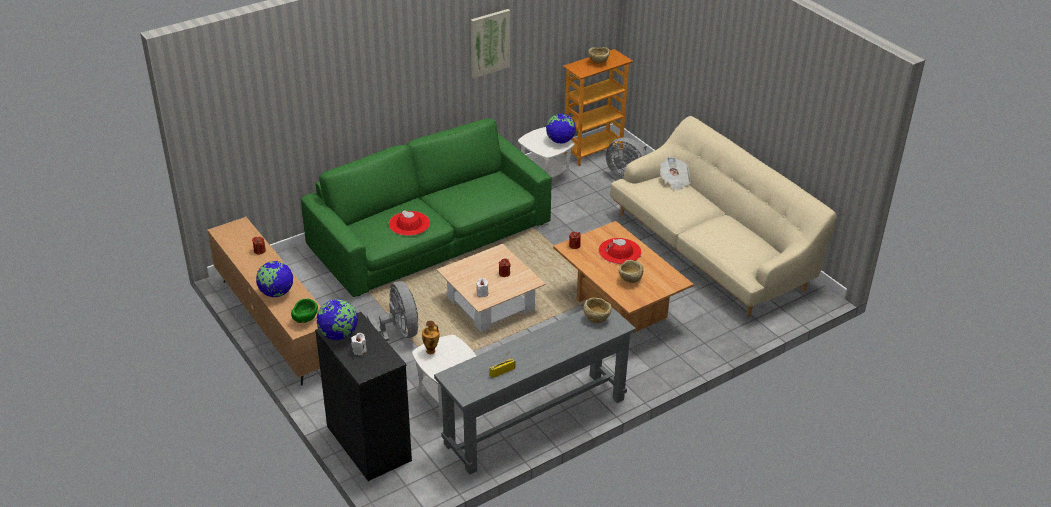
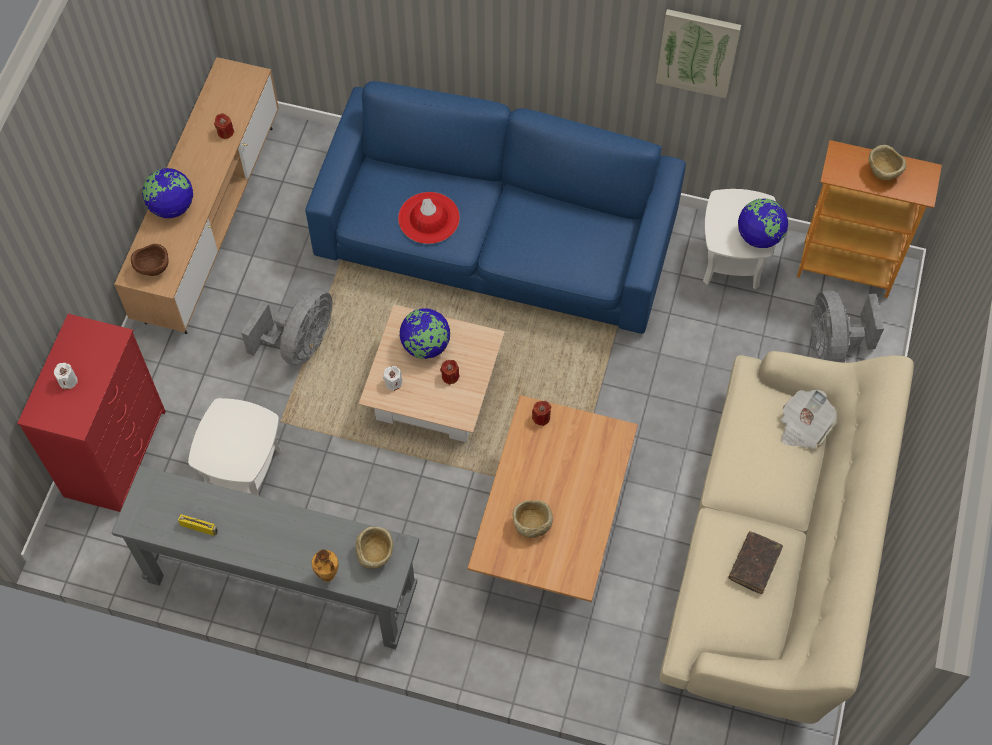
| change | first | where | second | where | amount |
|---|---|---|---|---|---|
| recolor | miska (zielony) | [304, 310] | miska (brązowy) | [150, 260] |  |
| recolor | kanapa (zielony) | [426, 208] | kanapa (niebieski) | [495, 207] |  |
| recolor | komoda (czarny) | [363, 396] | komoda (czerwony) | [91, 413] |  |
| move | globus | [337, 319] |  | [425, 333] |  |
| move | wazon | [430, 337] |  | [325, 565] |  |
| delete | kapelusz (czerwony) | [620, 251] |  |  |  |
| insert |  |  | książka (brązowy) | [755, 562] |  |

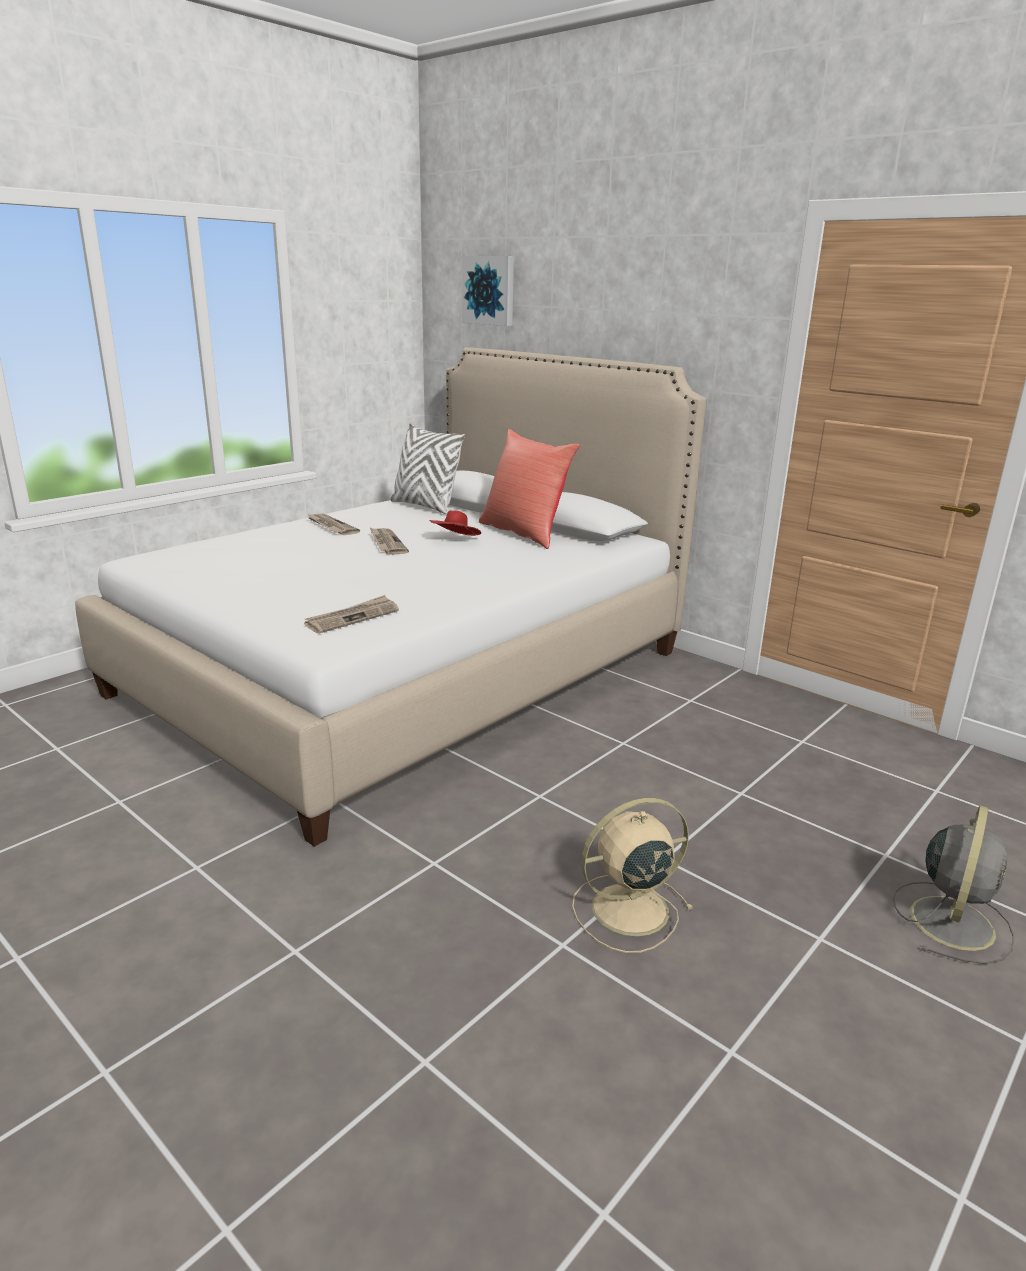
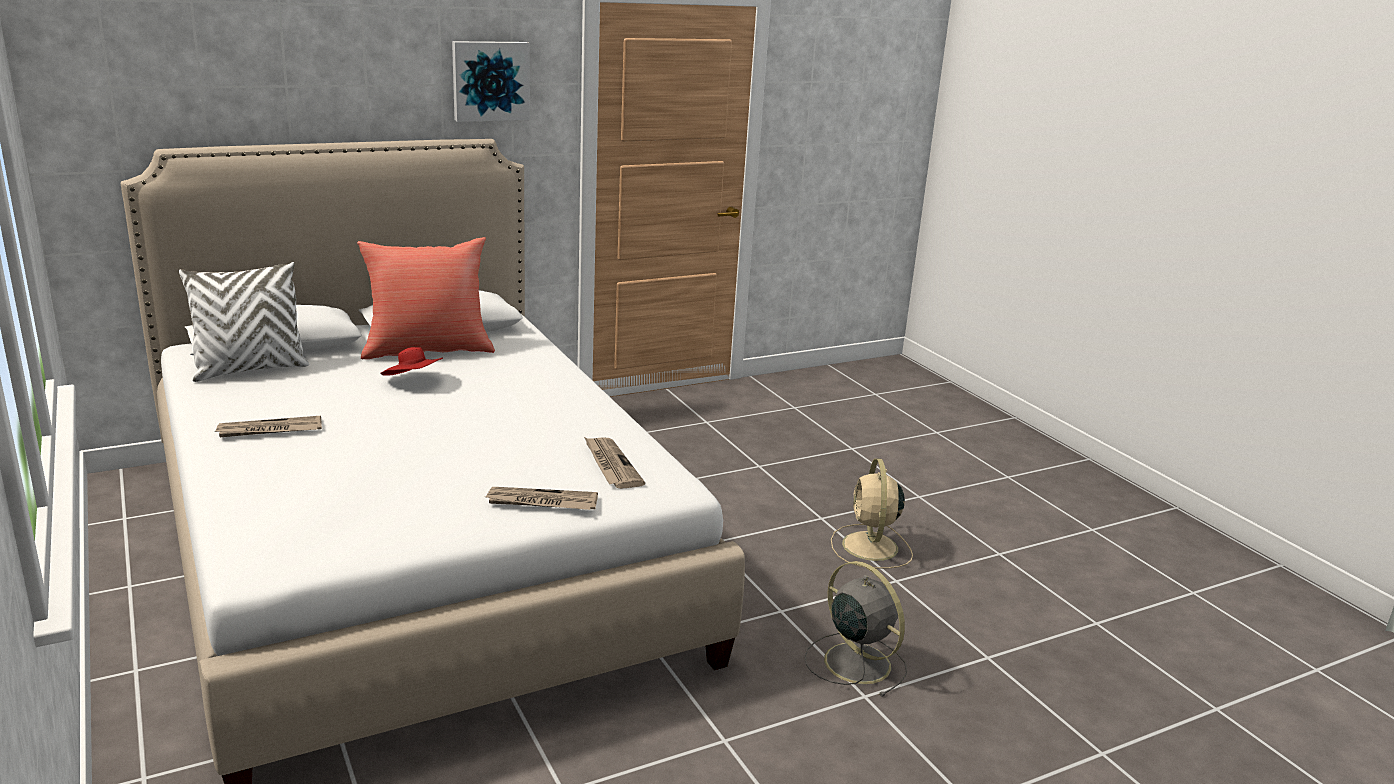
| change | first | where | second | where | amount |
|---|---|---|---|---|---|
| move | gazeta | [389, 541] |  | [542, 498] |  |
| move | obraz | [488, 291] |  | [491, 81] |  |
| move | wentylator (szary) | [954, 885] |  | [856, 629] |  |

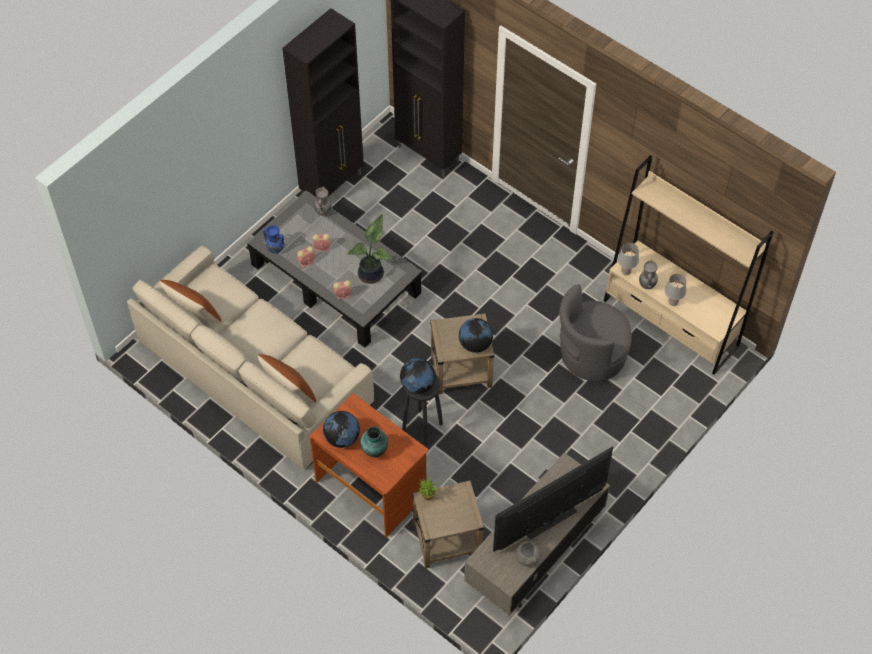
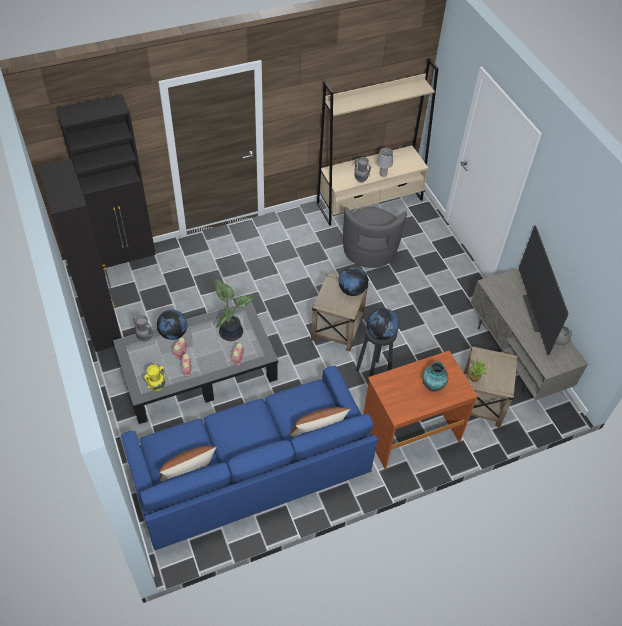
| change | first | where | second | where | amount |
|---|---|---|---|---|---|
| recolor | kanapa (beżowy) | [250, 358] | kanapa (niebieski) | [249, 458] |  |
| recolor | wazon (niebieski) | [274, 239] | wazon (żółty) | [154, 378] |  |
| move | globus | [341, 429] |  | [172, 325] |  |
| delete | lampa stołowa (szary) | [628, 259] |  |  |  |

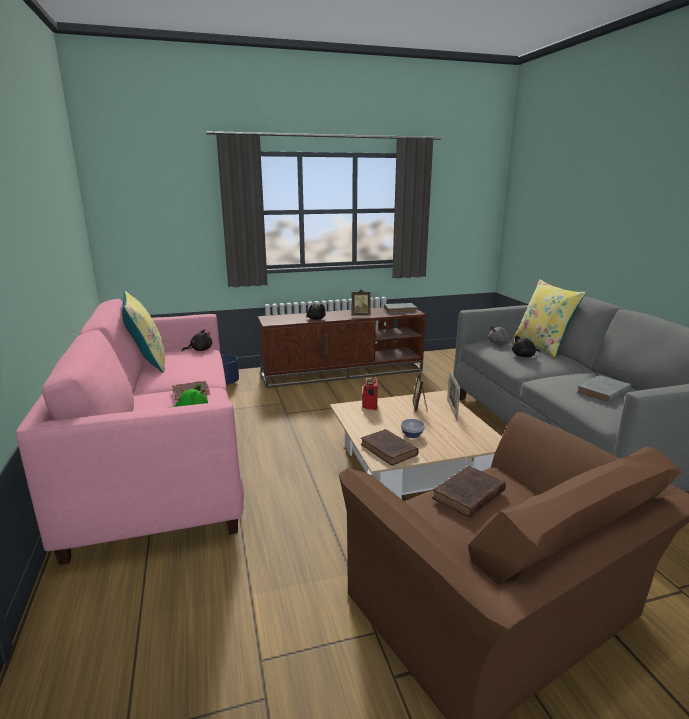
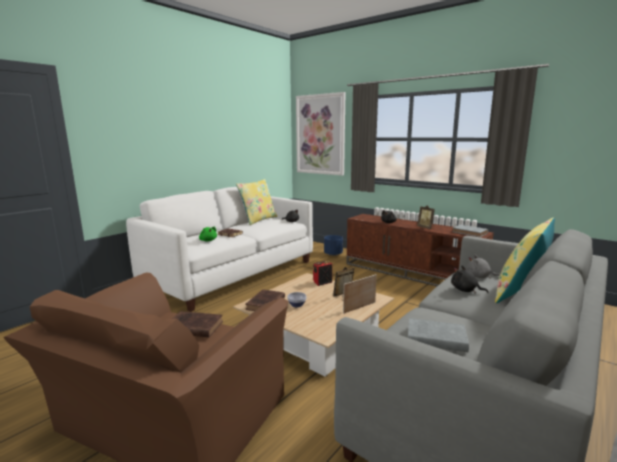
| change | first | where | second | where | amount |
|---|---|---|---|---|---|
| recolor | kanapa (różowy) | [130, 432] | kanapa (biały) | [219, 248] |  |
| insert |  |  | obraz | [321, 134] |  |

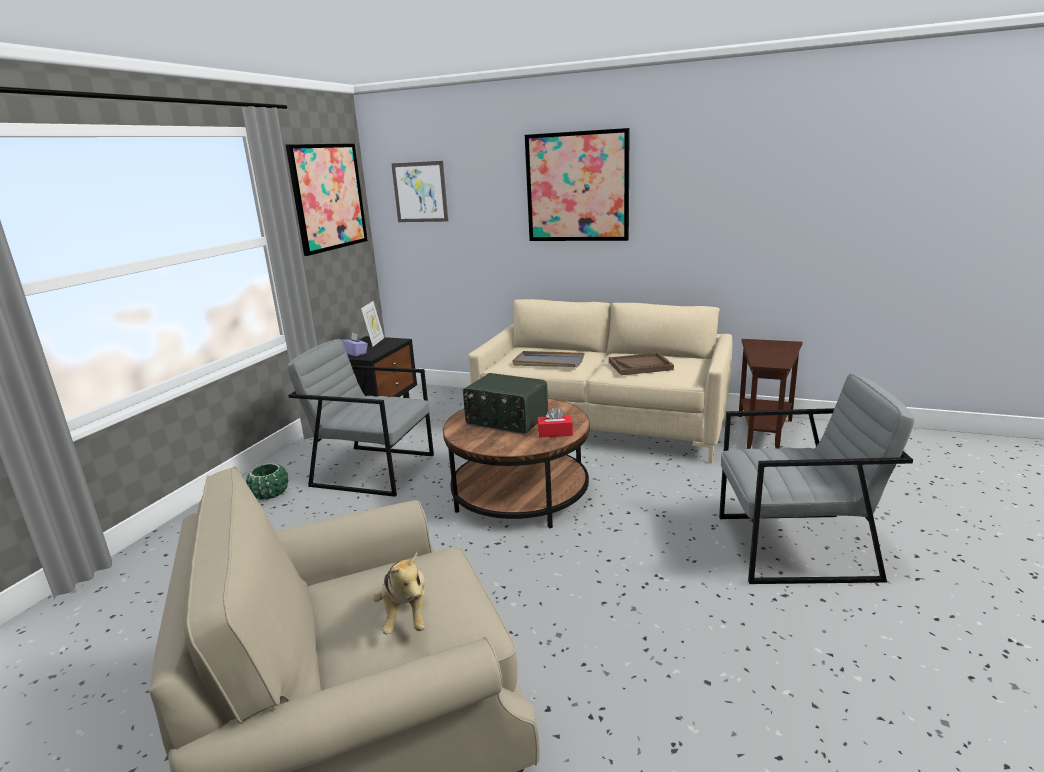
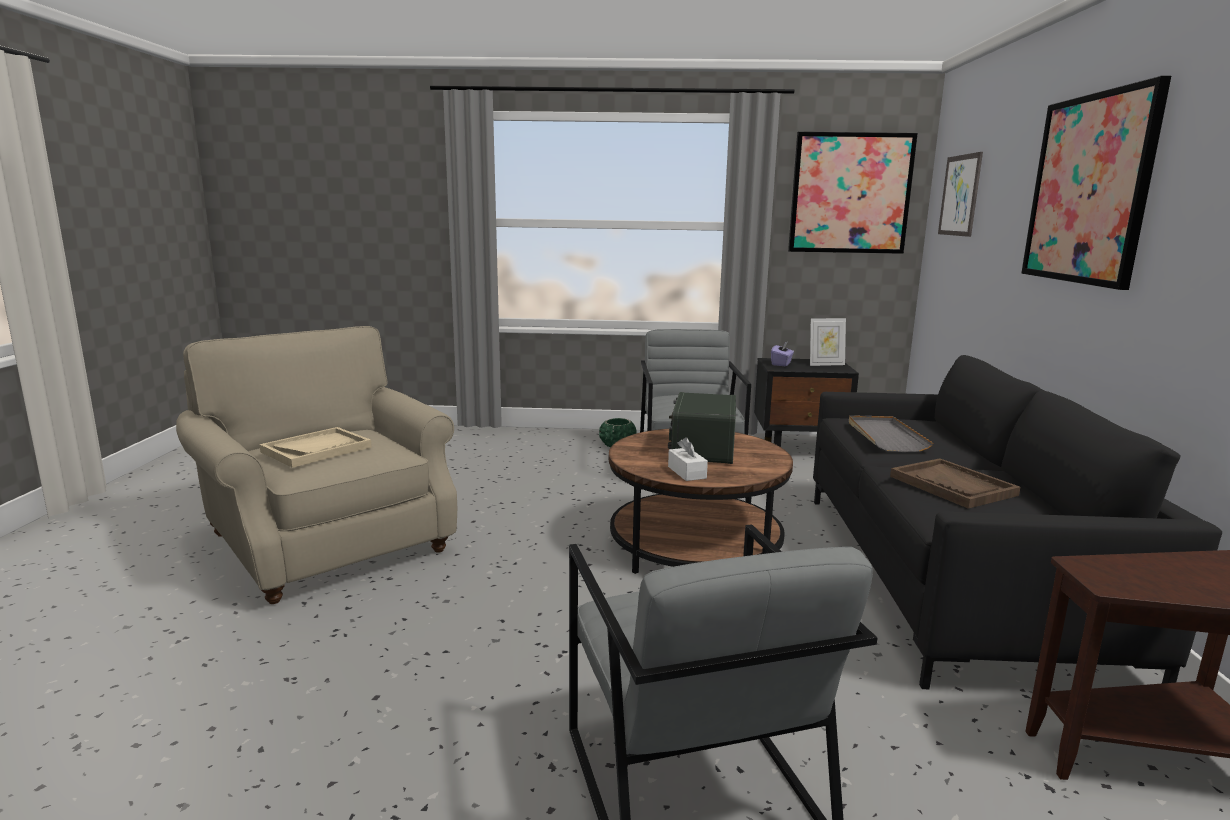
| change | first | where | second | where | amount |
|---|---|---|---|---|---|
| replace | pluszak | [399, 593] | taca (beżowy) | [316, 447] |  |
| recolor | kanapa (beżowy) | [600, 381] | kanapa (czarny) | [1017, 522] |  |
| recolor | pudełko chusteczek (czerwony) | [555, 422] | pudełko chusteczek (biały) | [688, 459] |  |

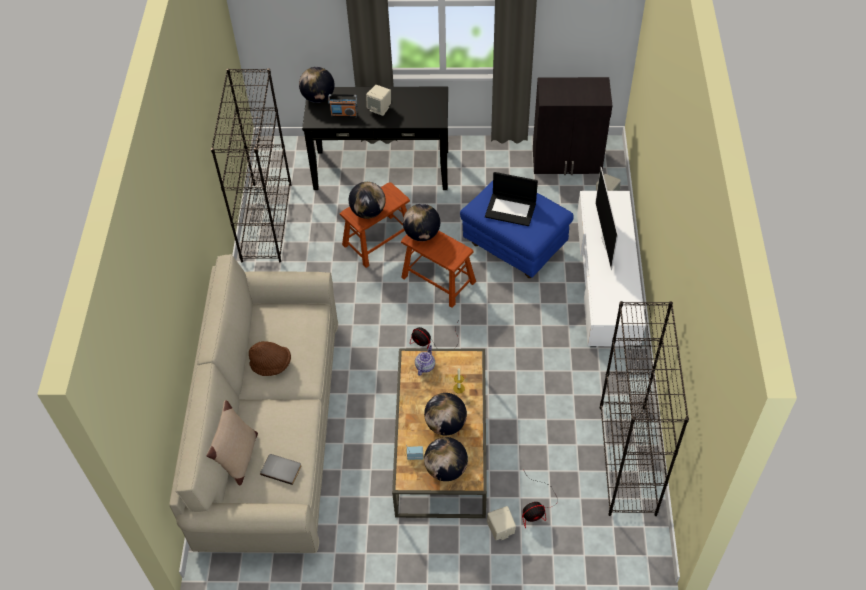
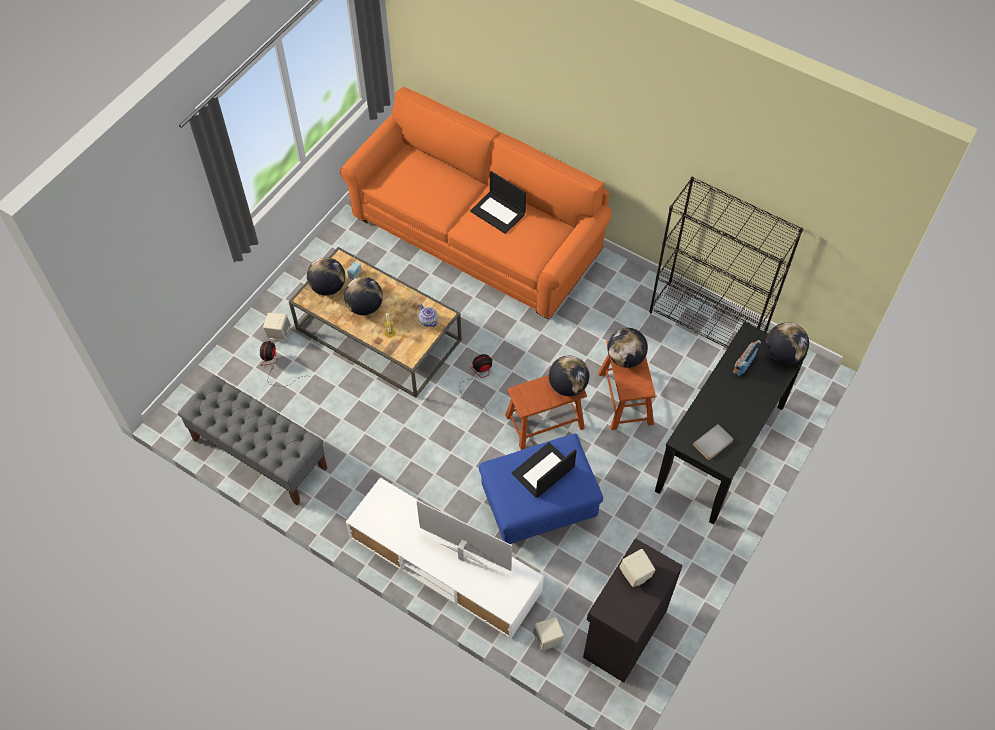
| change | first | where | second | where | amount |
|---|---|---|---|---|---|
| recolor | kanapa (beżowy) | [253, 403] | kanapa (pomarańczowy) | [476, 202] |  |
| delete | poduszka (beżowy) | [232, 443] |  |  |  |
| replace | kapelusz (brązowy) | [270, 358] | laptop | [498, 202] |  |
| move | książka (szary) | [280, 469] |  | [713, 442] |  |
| move | głośnik (beżowy) | [378, 100] |  | [637, 568] |  |
| replace | regał (czarny) | [644, 408] | ławka (szary) | [252, 439] |  |

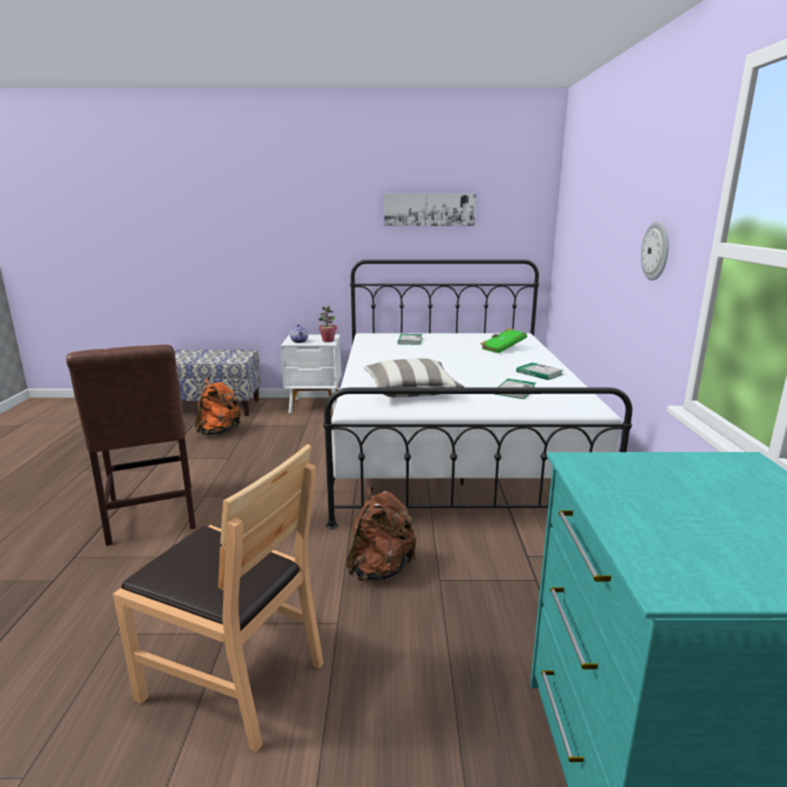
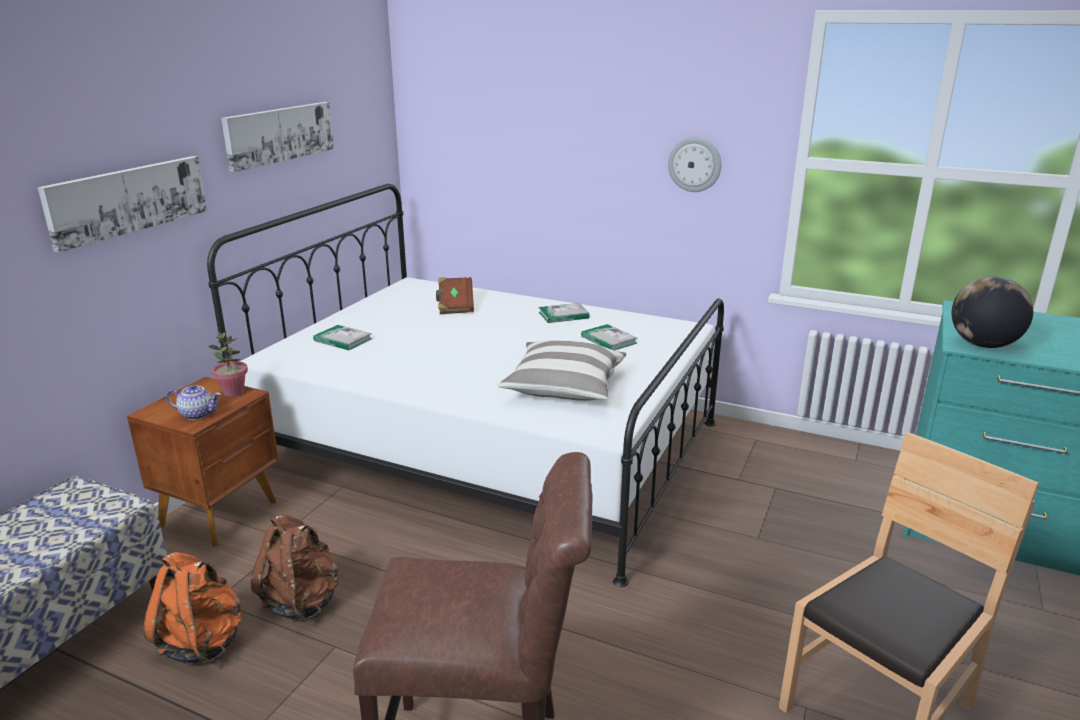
| change | first | where | second | where | amount |
|---|---|---|---|---|---|
| recolor | szafka nocna (biały) | [311, 373] | szafka nocna (brązowy) | [203, 462] |  |
| move | plecak (brązowy) | [381, 533] |  | [294, 567] |  |
| recolor | książka (zielony) | [504, 340] | książka (brązowy) | [455, 295] |  |
| insert |  |  | obraz | [122, 204] |  |
| insert |  |  | globus | [992, 312] |  |

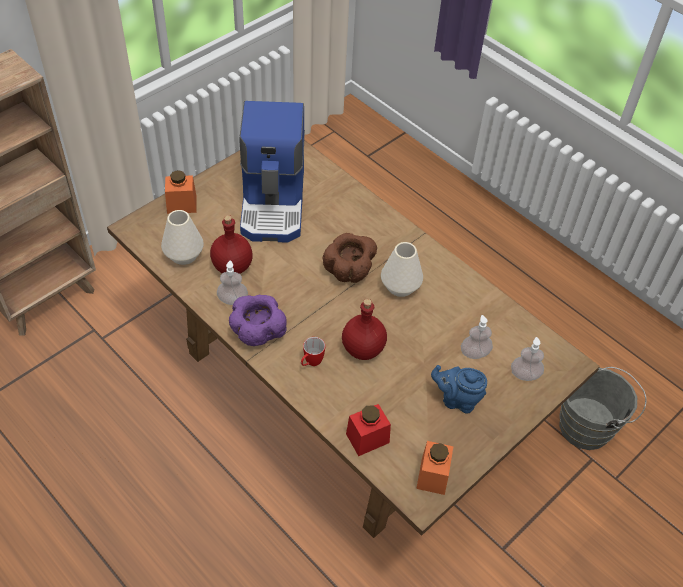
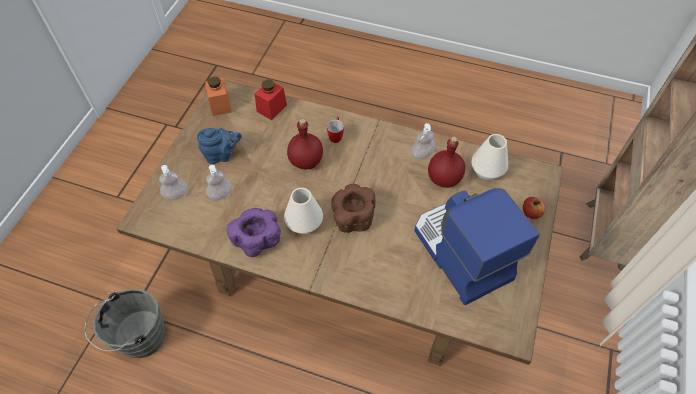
| change | first | where | second | where | amount |
|---|---|---|---|---|---|
| replace | słoik (pomarańczowy) | [181, 192] | jabłko | [534, 208] |  |
| move | miska (fioletowy) | [258, 320] |  | [254, 232] |  |

